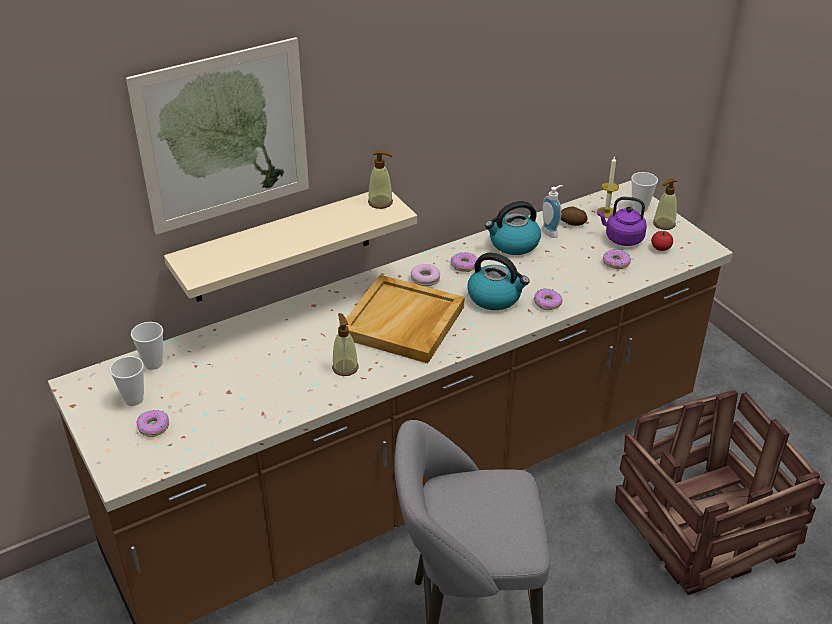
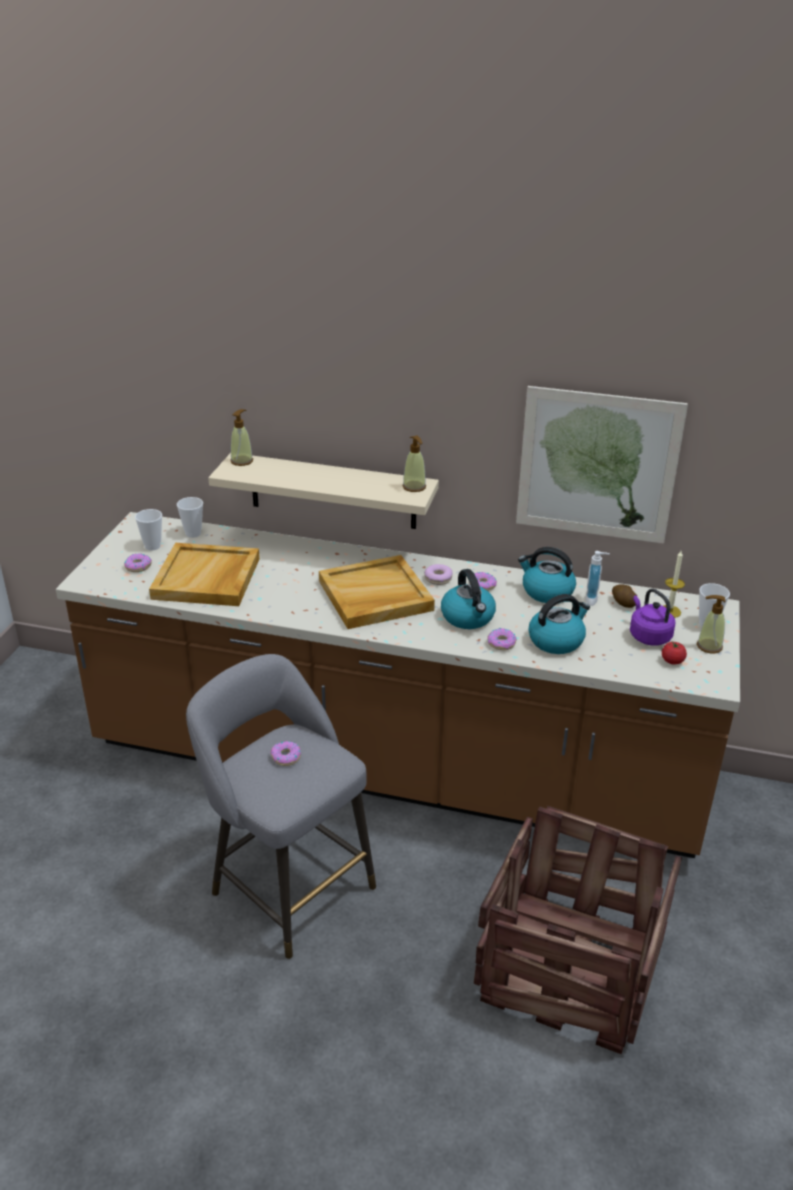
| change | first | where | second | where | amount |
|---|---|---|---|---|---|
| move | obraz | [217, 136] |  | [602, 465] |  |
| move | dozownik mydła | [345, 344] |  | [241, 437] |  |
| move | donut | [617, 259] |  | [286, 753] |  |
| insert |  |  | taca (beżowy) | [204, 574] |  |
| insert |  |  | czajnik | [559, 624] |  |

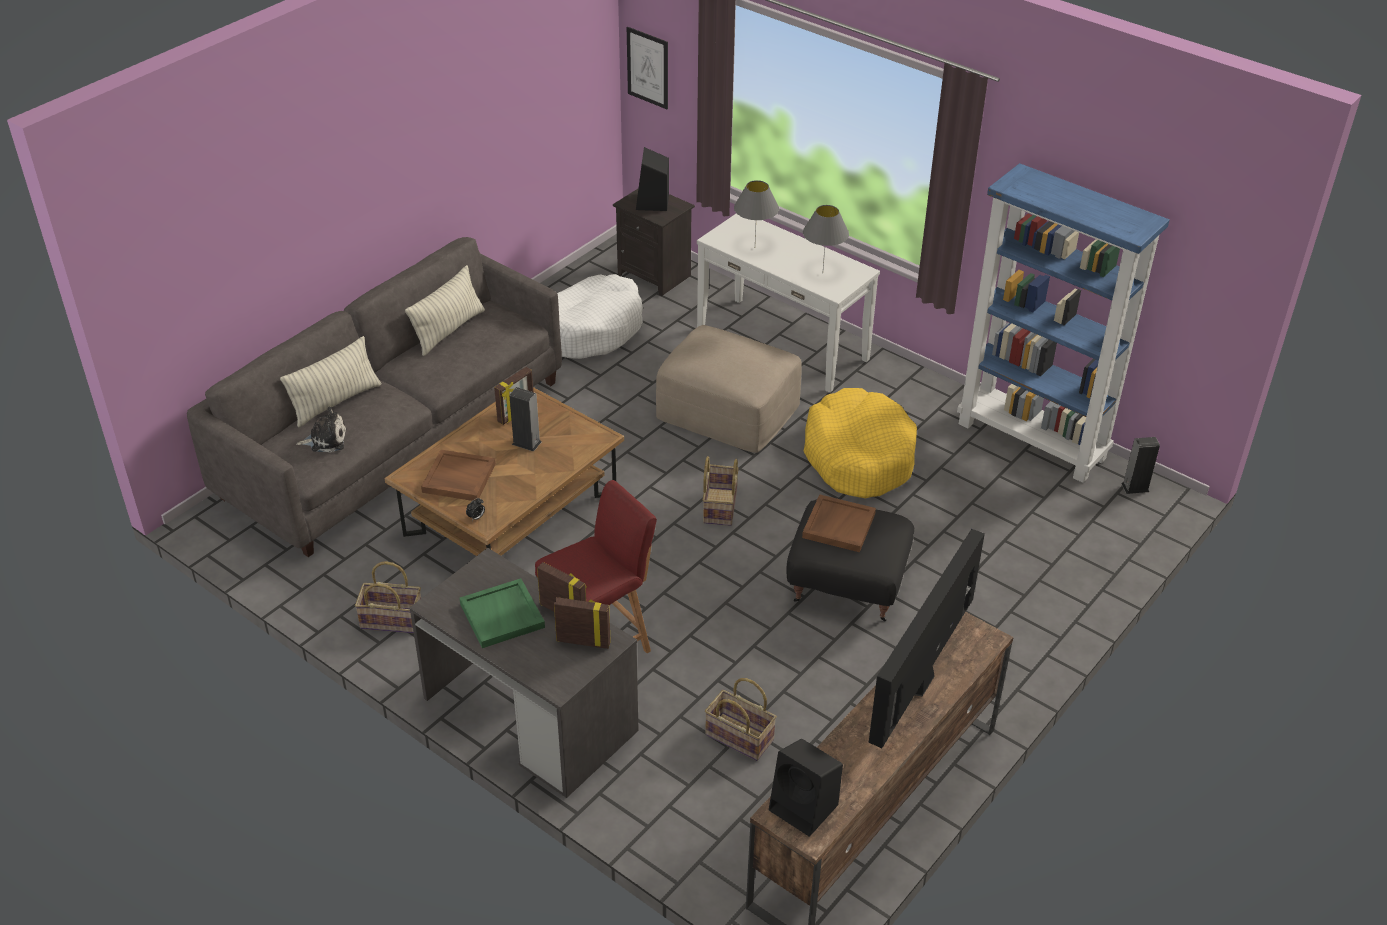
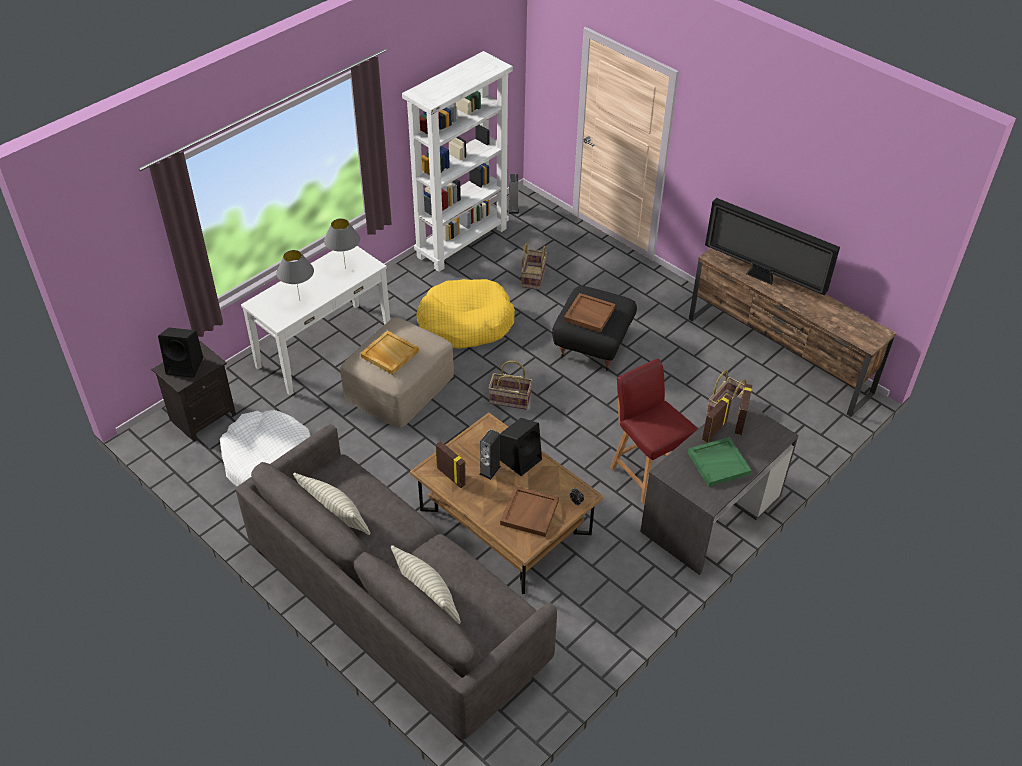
| change | first | where | second | where | amount |
|---|---|---|---|---|---|
| delete | pluszak | [321, 429] |  |  |  |
| move | koszyk | [388, 597] |  | [534, 266] |  |
| delete | obraz | [647, 68] |  |  |  |
| move | głośnik (czarny) | [806, 788] |  | [521, 447] |  |
| recolor | regał (niebieski) | [1063, 323] | regał (biały) | [457, 161] |  |
| insert |  |  | taca (beżowy) | [389, 352] |  |

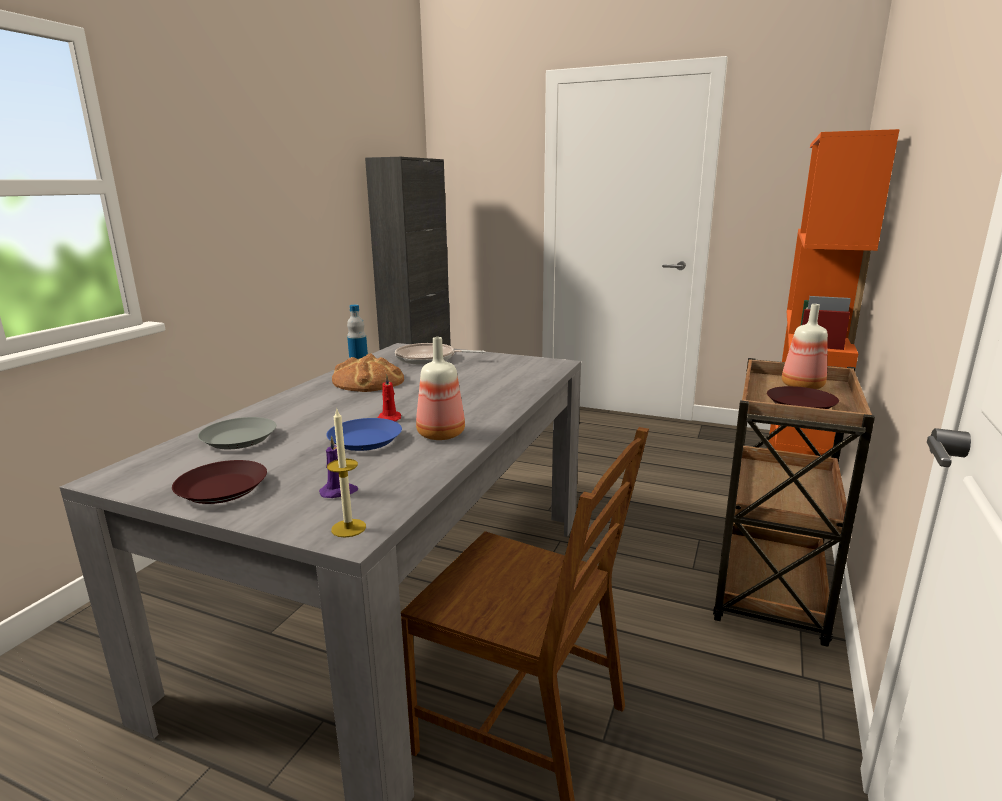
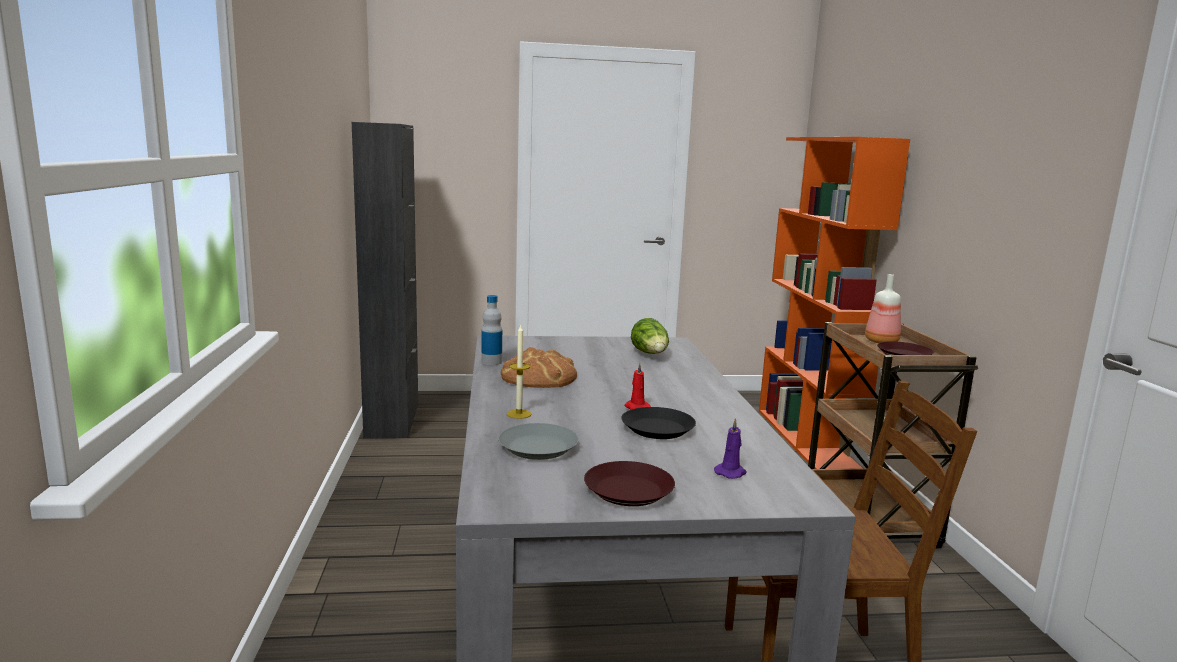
| change | first | where | second | where | amount |
|---|---|---|---|---|---|
| move | świeca | [346, 472] |  | [519, 371] |  |
| recolor | talerz (niebieski) | [364, 434] | talerz (czarny) | [659, 423] |  |
| delete | patelnia | [440, 354] |  |  |  |
| delete | butelka | [440, 388] |  |  |  |
| insert |  |  | sałata | [650, 336] |  |

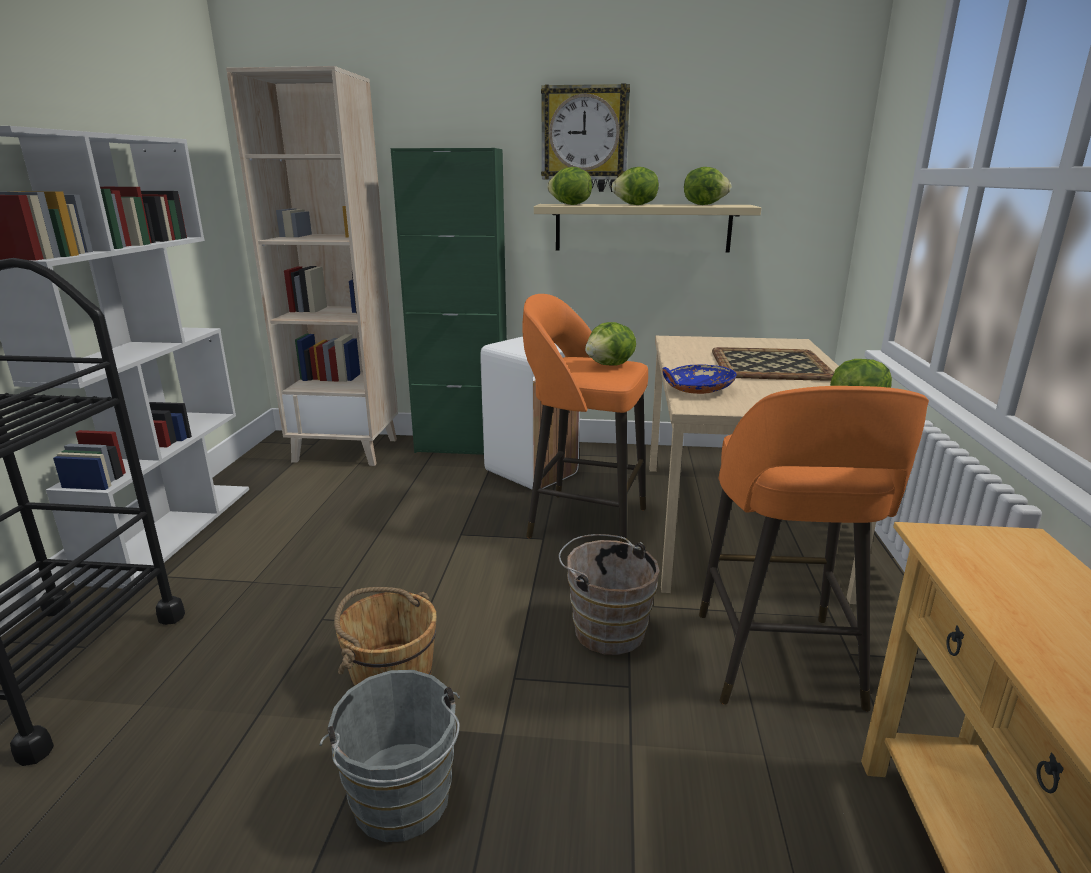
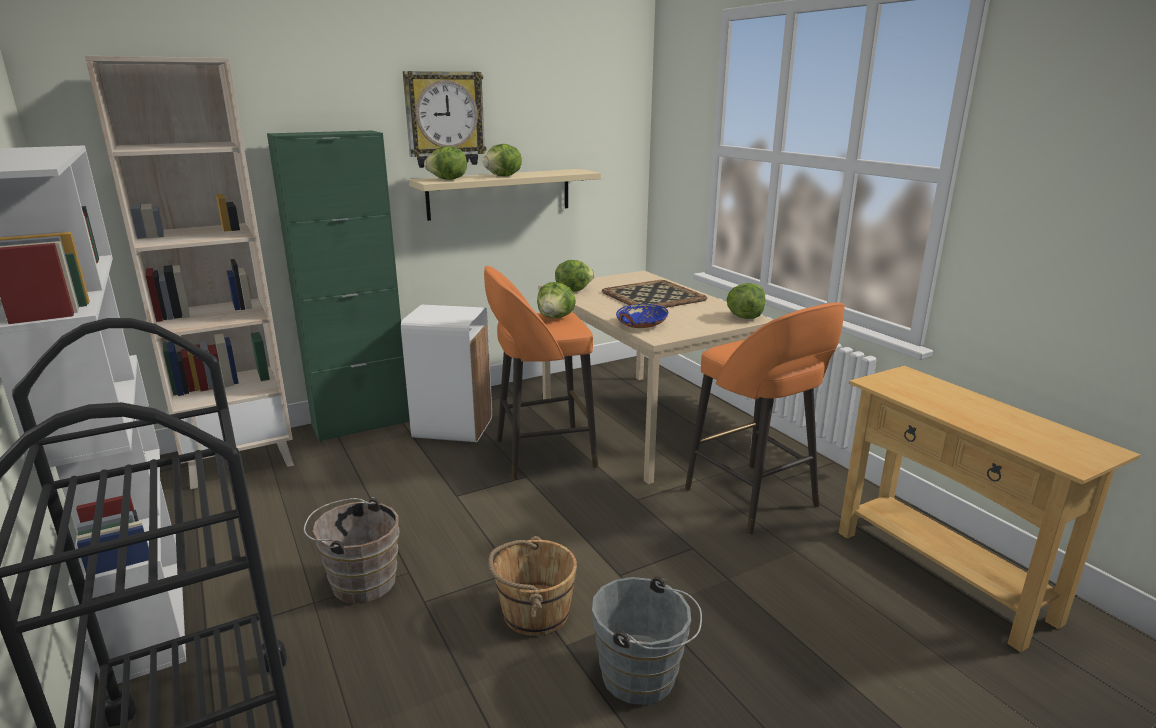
| change | first | where | second | where | amount |
|---|---|---|---|---|---|
| move | wiadro (brązowy) | [609, 594] |  | [352, 550] |  |
| move | sałata | [708, 186] |  | [575, 276] |  |

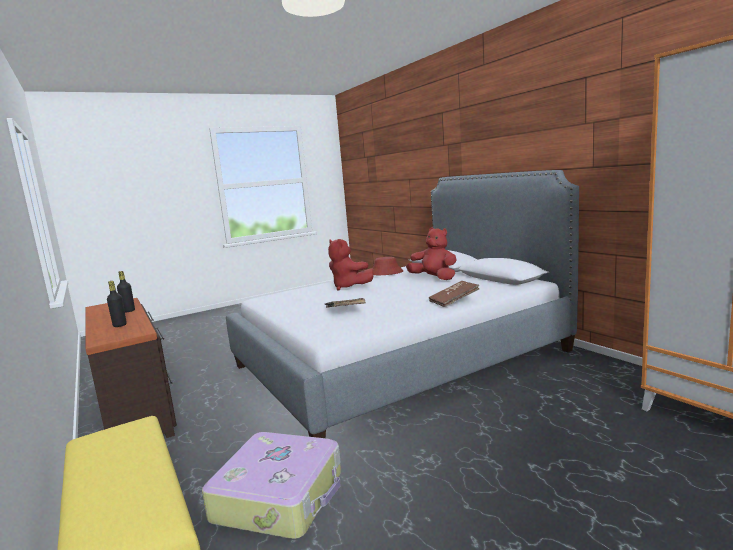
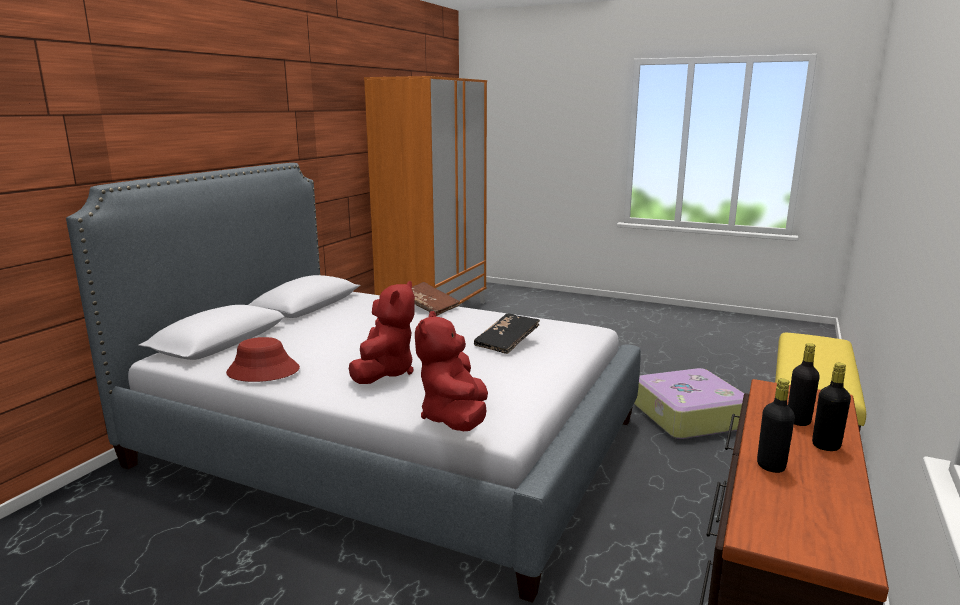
| change | first | where | second | where | amount |
|---|---|---|---|---|---|
| move | pluszak (czerwony) | [431, 253] |  | [451, 371] |  |
| insert |  |  | butelka (czarny) | [831, 407] |  |

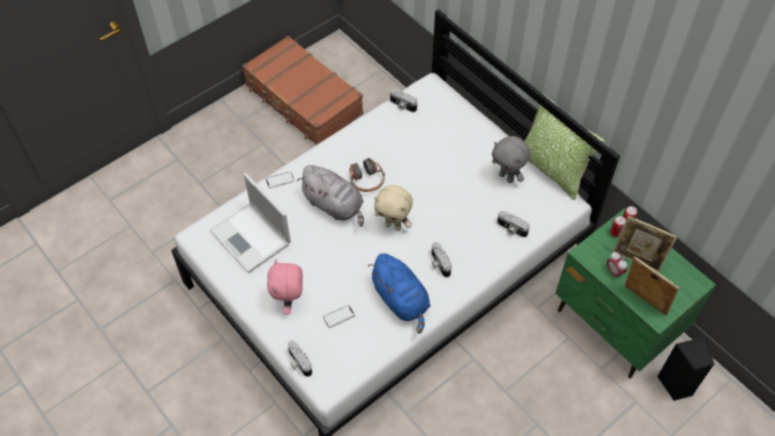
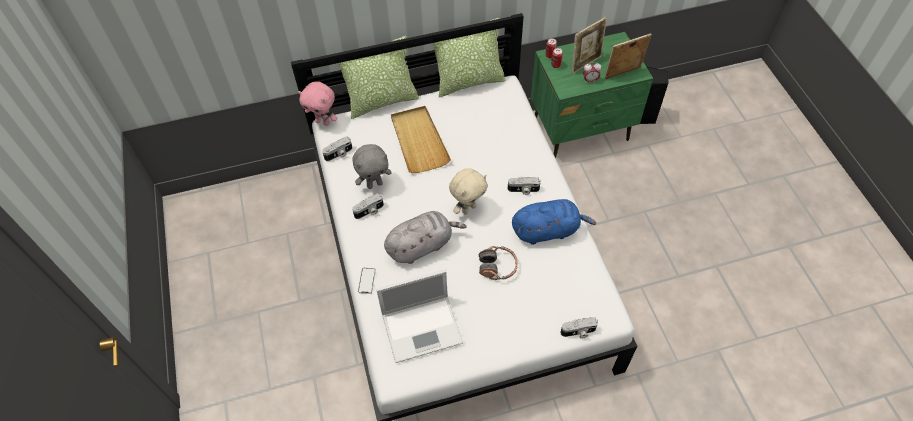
| change | first | where | second | where | amount |
|---|---|---|---|---|---|
| delete | walizka (brązowy) | [302, 90] |  |  |  |
| move | pluszak (różowy) | [285, 287] |  | [317, 103] |  |
| delete | telefon | [339, 316] |  |  |  |
| move | słuchawki | [367, 175] |  | [498, 263] |  |
| move | pluszak (szary) | [511, 159] |  | [372, 166] |  |
| move | aparat fotograficzny | [513, 224] |  | [368, 206] |  |
| insert |  |  | poduszka | [378, 77] |  |
| insert |  |  | taca (beżowy) | [421, 139] |  |

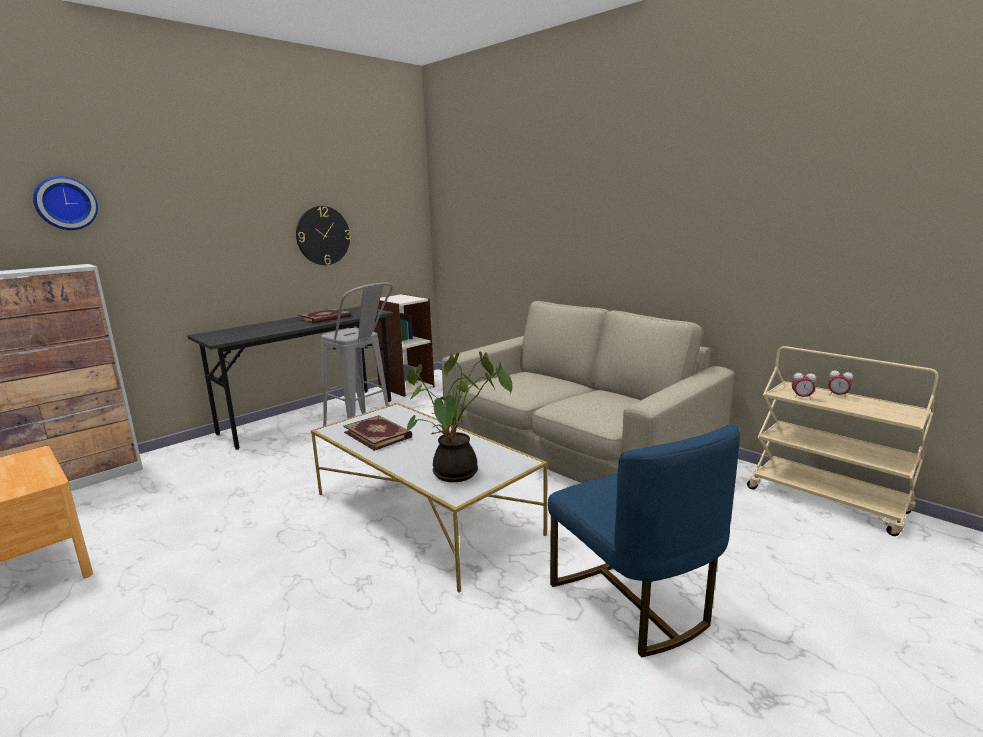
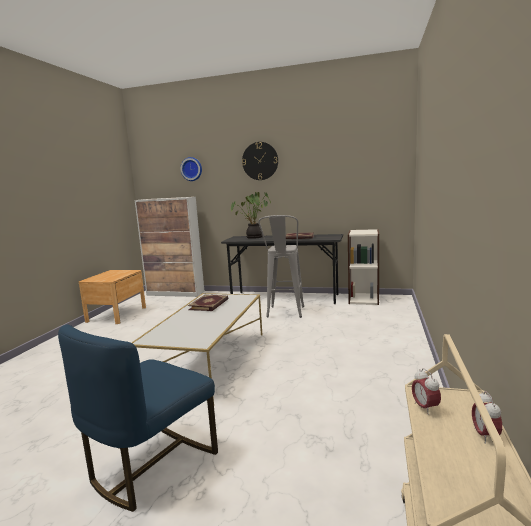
| change | first | where | second | where | amount |
|---|---|---|---|---|---|
| move | zegar ścienny | [323, 235] |  | [260, 161] |  |
| move | roślina doniczkowa | [459, 416] |  | [251, 215] |  |
| delete | kanapa (beżowy) | [588, 392] |  |  |  |

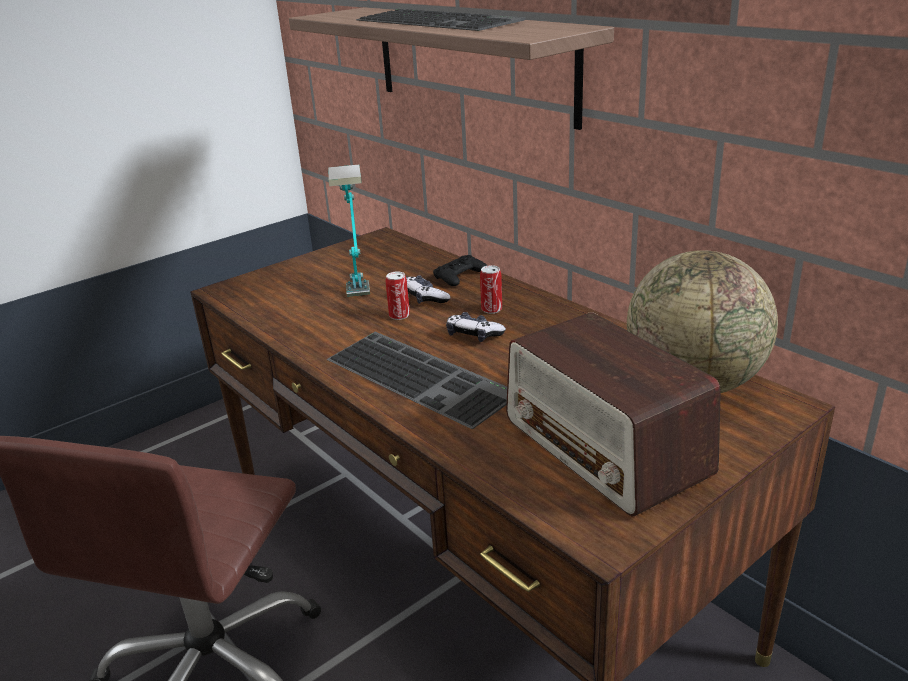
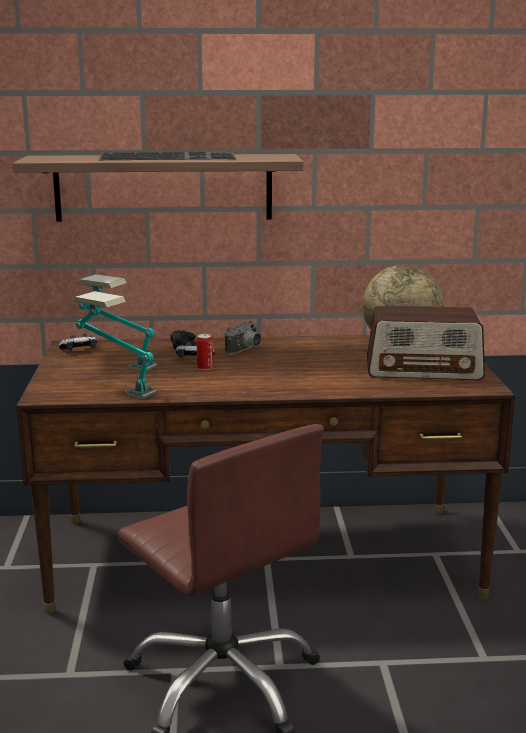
| change | first | where | second | where | amount |
|---|---|---|---|---|---|
| delete | klawiatura | [416, 380] |  |  |  |
| move | pad do gier | [476, 327] |  | [77, 342] |  |
| replace | puszka | [491, 289] | aparat fotograficzny | [243, 338] |  |
| insert |  |  | lampa stołowa | [115, 345] |  |

